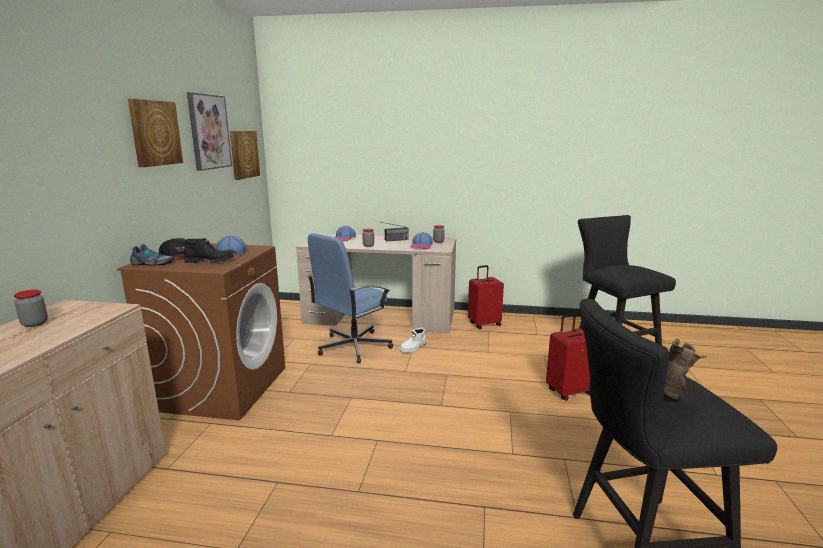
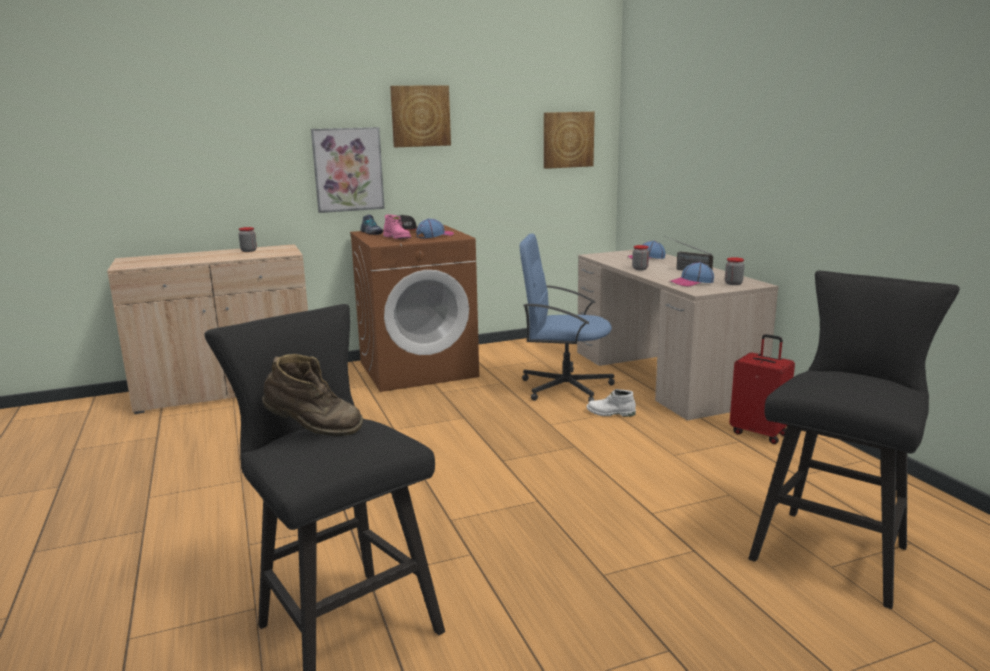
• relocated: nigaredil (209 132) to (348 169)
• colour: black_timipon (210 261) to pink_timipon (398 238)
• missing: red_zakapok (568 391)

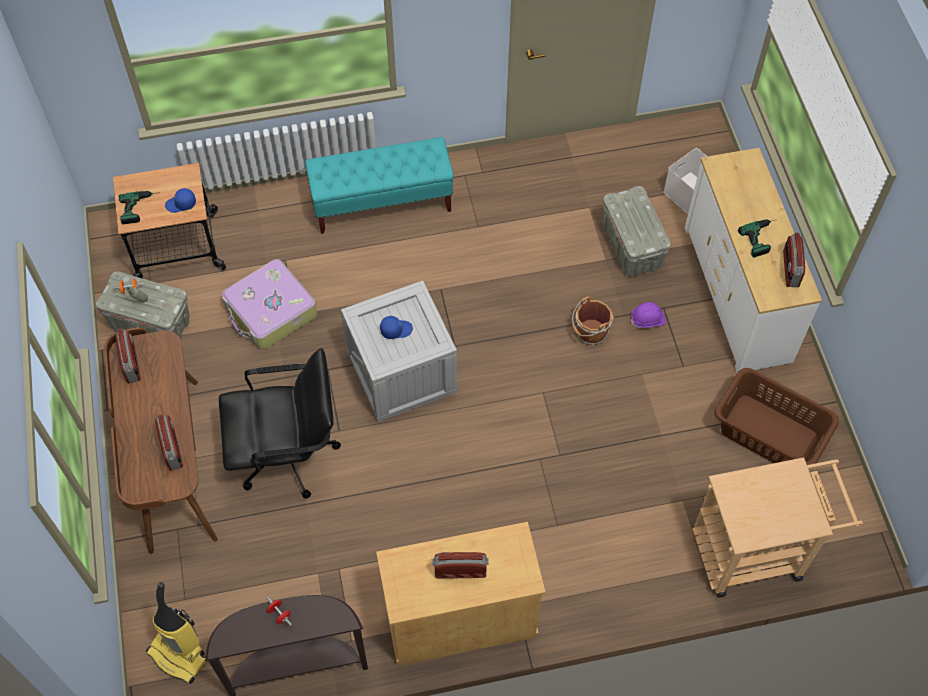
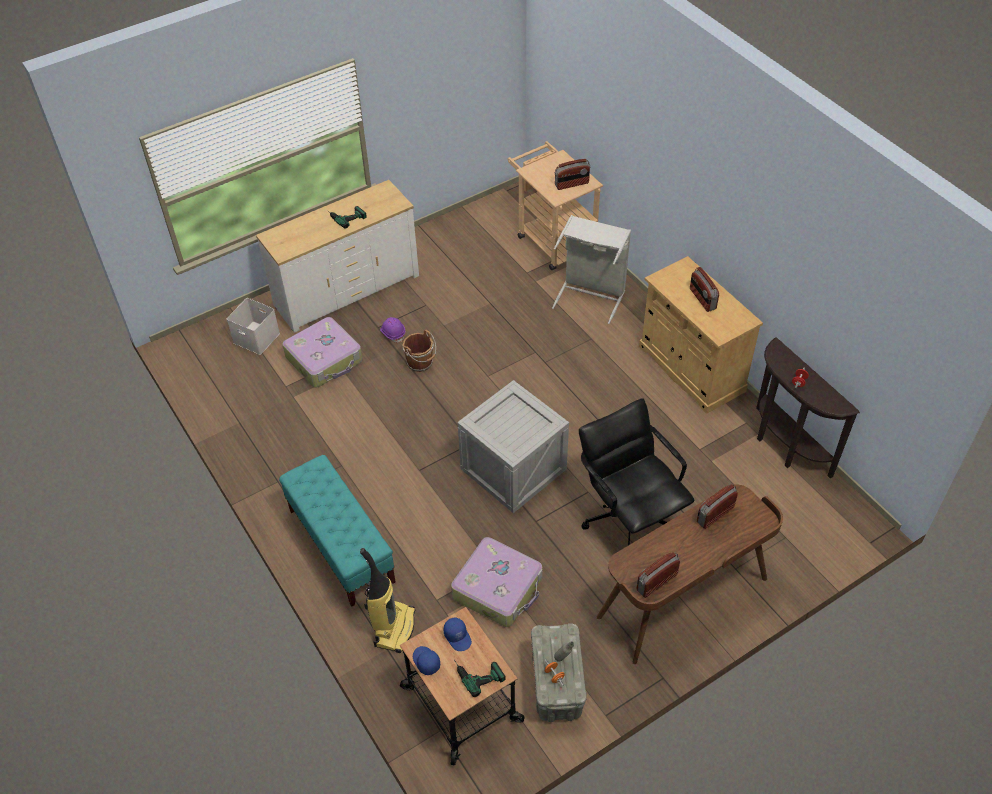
• exchanged: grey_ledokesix (632 246) to zakapok (325 359)
• relocated: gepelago (790 269) to (572 184)
• relocated: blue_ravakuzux (396 329) to (425 661)
• missing: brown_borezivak (768 434)
• relocated: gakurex (180 654) to (393 627)
• appeared: grey_borezivak (591 295)

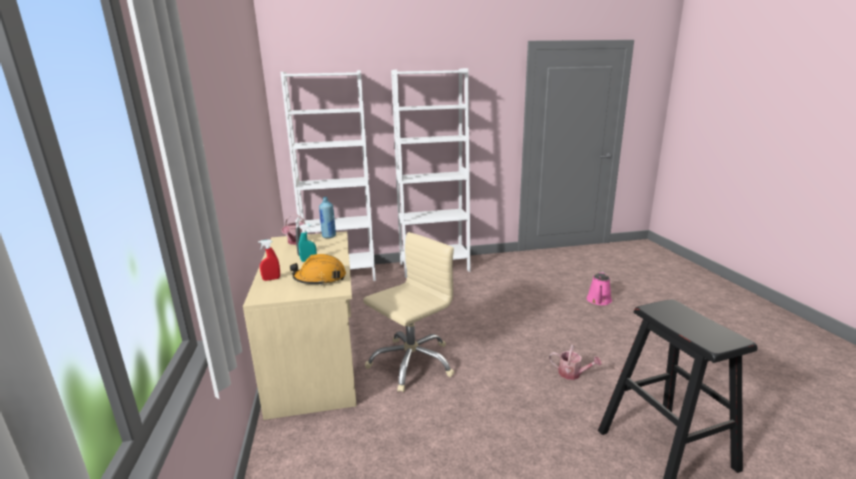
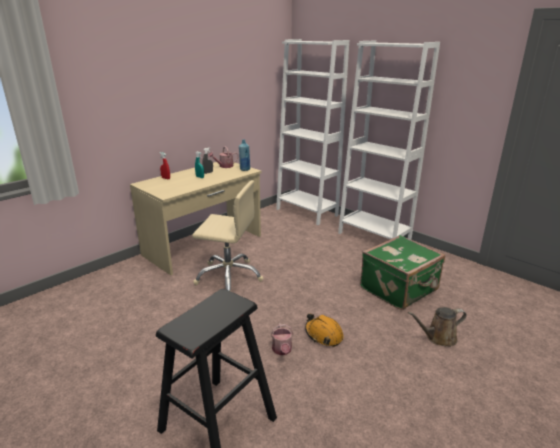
• relocated: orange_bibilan (320 278) to (323 335)
• colour: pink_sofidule (599 301) to brown_sofidule (438 338)
• appeared: green_zakapok (400 289)

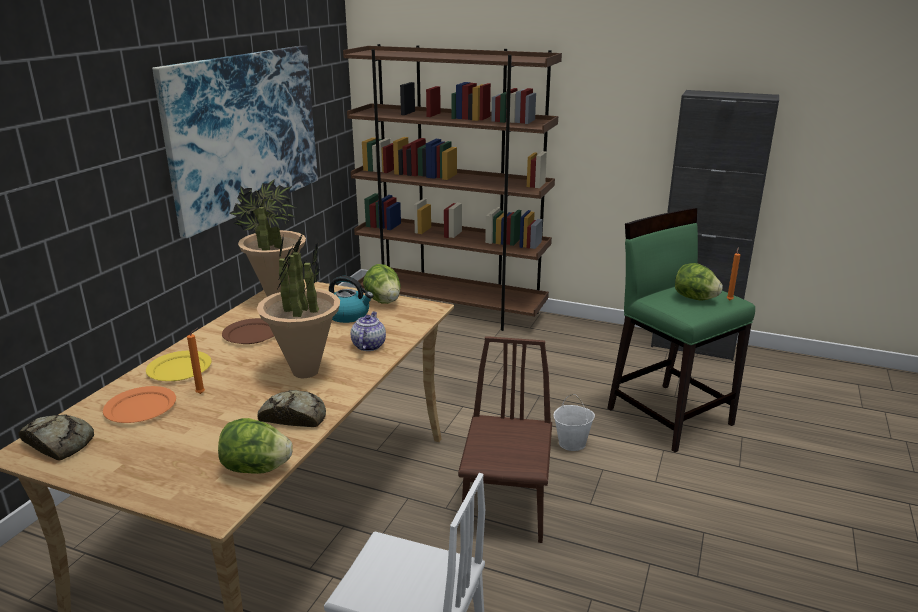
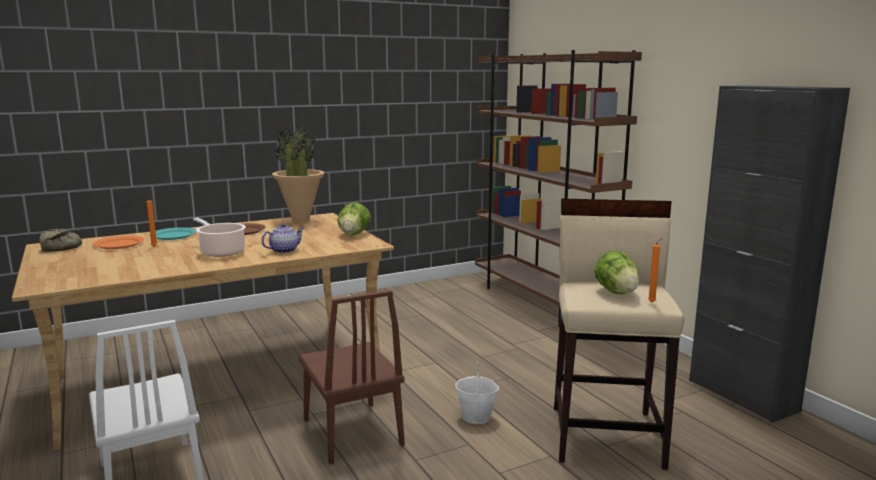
• missing: nigaredil (245 133)
• colour: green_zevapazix (669 415) to beige_zevapazix (607 435)
• exchanged: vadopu (305 371) to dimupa (221 252)
• missing: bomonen (348 315)
• spun: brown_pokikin (506 506) = (352 431) 105 degrees clockwise
• colour: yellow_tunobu (179 369) to turquoise_tunobu (173 235)
• missing: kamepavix (294 416)
• missing: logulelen (256 469)

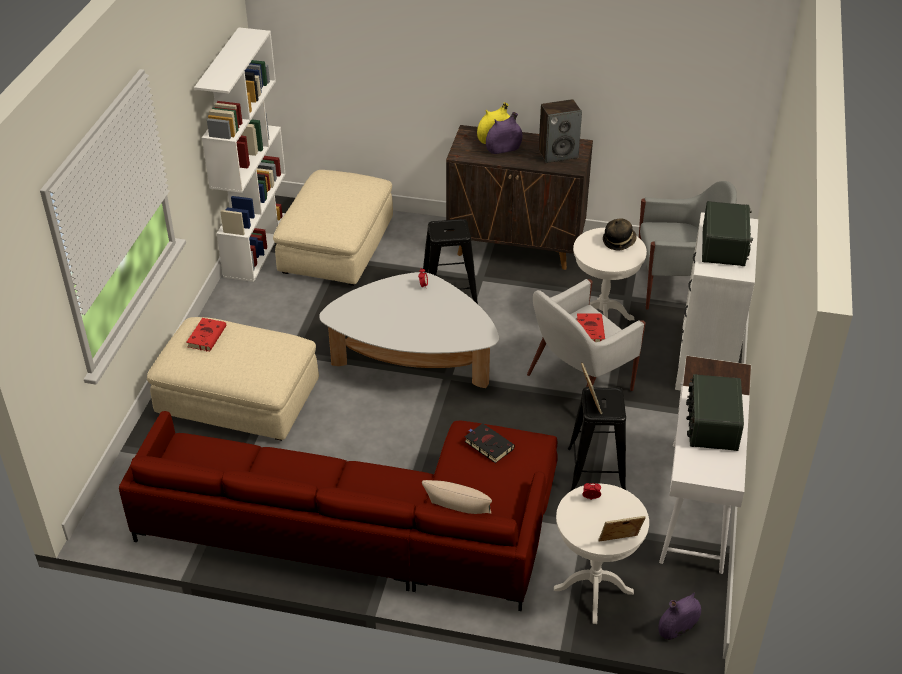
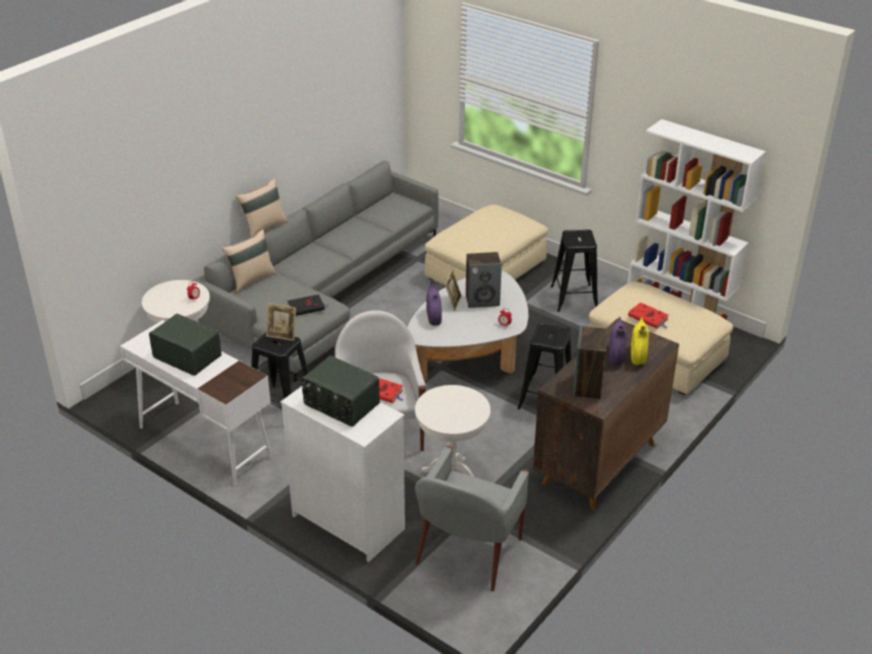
• missing: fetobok (619 241)
• relocated: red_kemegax (207 336) to (649 318)
• colour: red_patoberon (363 527) to grey_patoberon (324 292)
• relocated: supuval (619 543) to (453 302)
• relocated: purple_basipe (678 628) to (433 317)
• appeared: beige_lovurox (264 228)
• appeared: black_zevapazix (574 297)
• appeared: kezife (482 300)

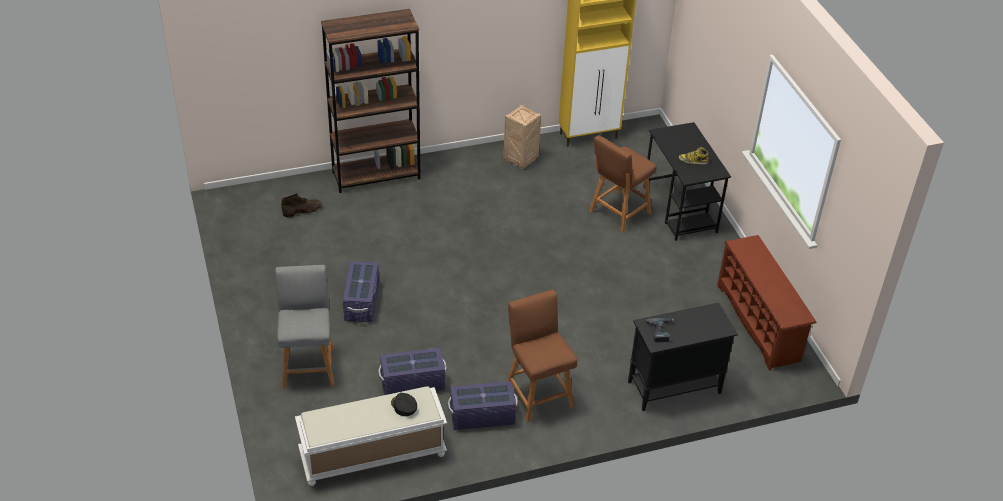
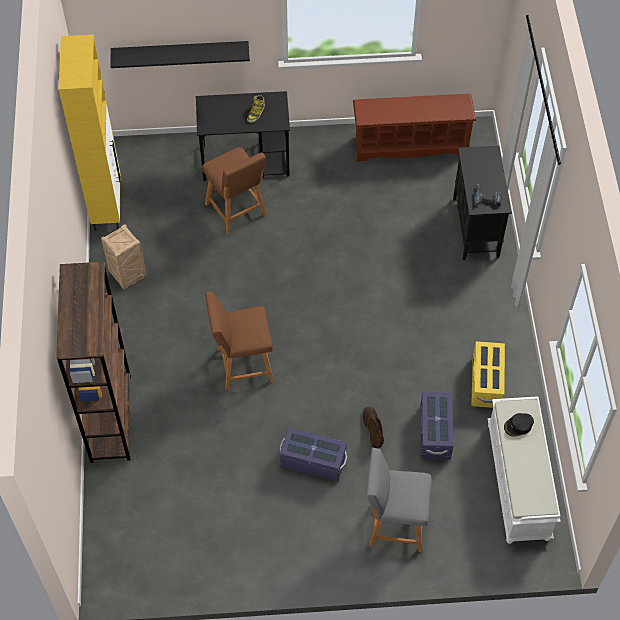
• relocated: brown_timipon (302 210) to (372 428)
• relocated: brown_zevapazix (537 394) to (242 365)
• colour: purple_ledokesix (482 416) to yellow_ledokesix (486 382)
• appeared: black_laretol (180 53)

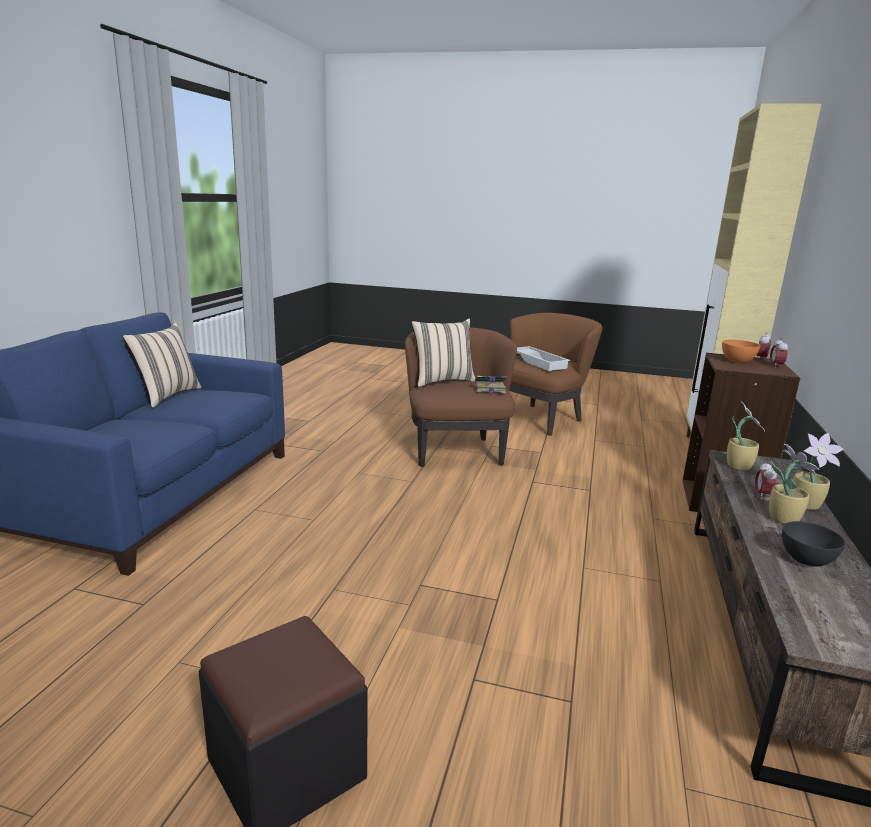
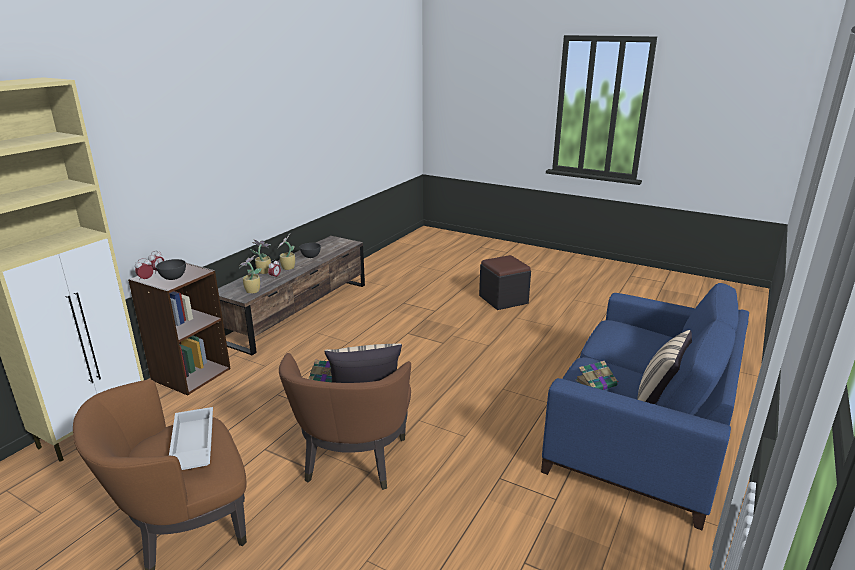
• colour: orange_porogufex (737 361) to grey_porogufex (173 277)
• appeared: kemegax (596 383)

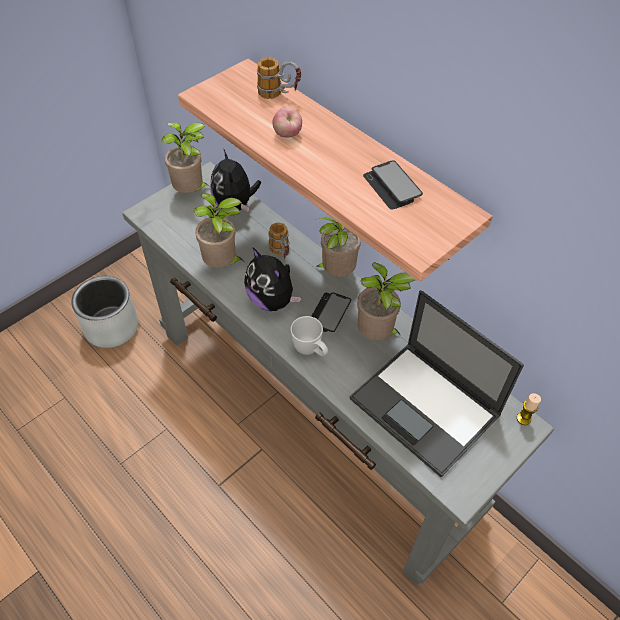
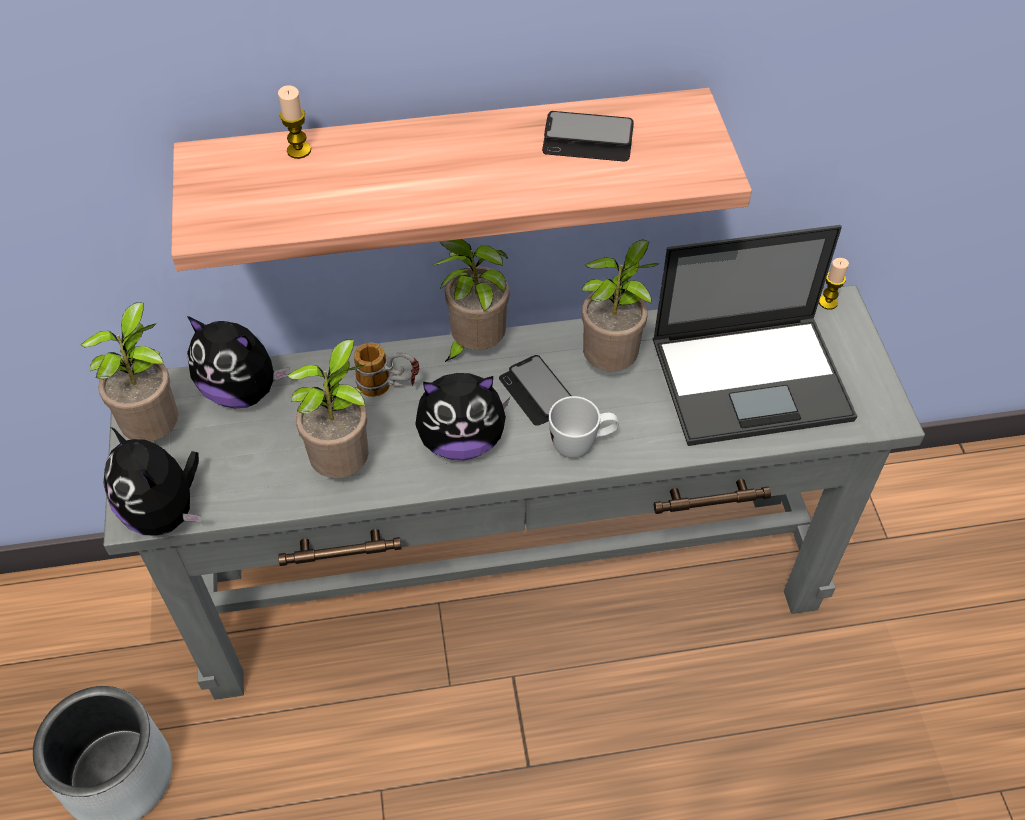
• exchanged: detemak (279 95) to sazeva (299 150)
• missing: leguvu (287 135)
• appeared: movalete (165 513)

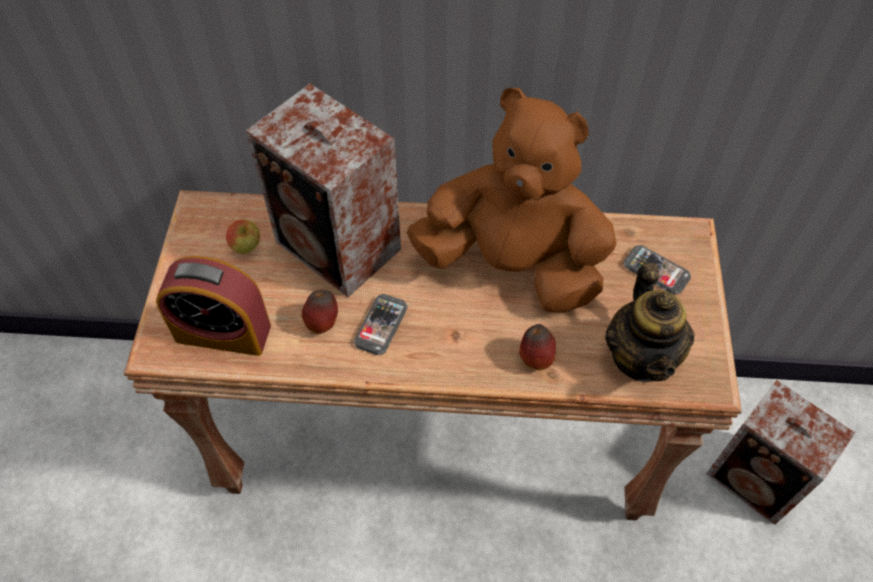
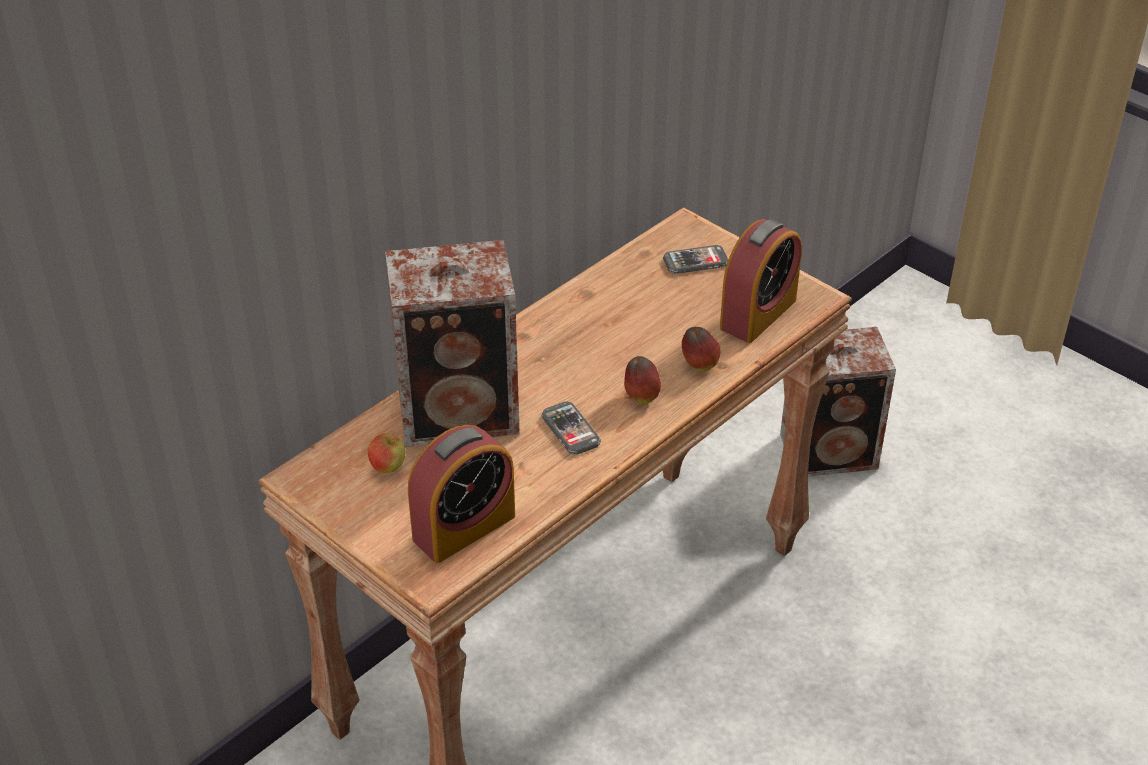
• missing: brown_movalete (512 265)
• exchanged: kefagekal (641 357) to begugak (758 314)
• relocated: leguvu (323 323) to (641 397)

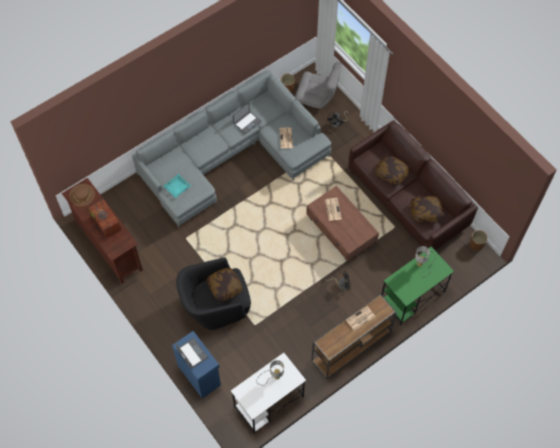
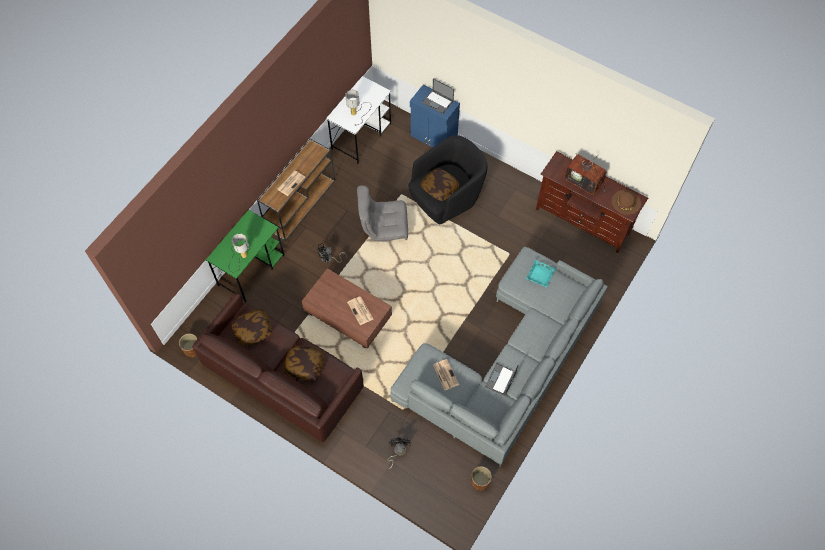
• relocated: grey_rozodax (317 97) to (383 227)

